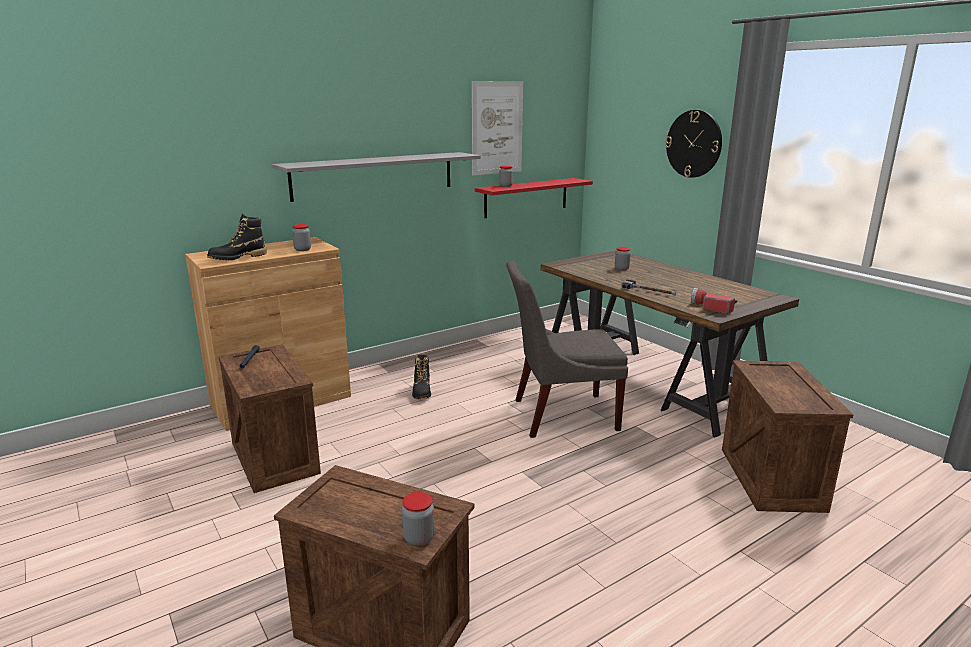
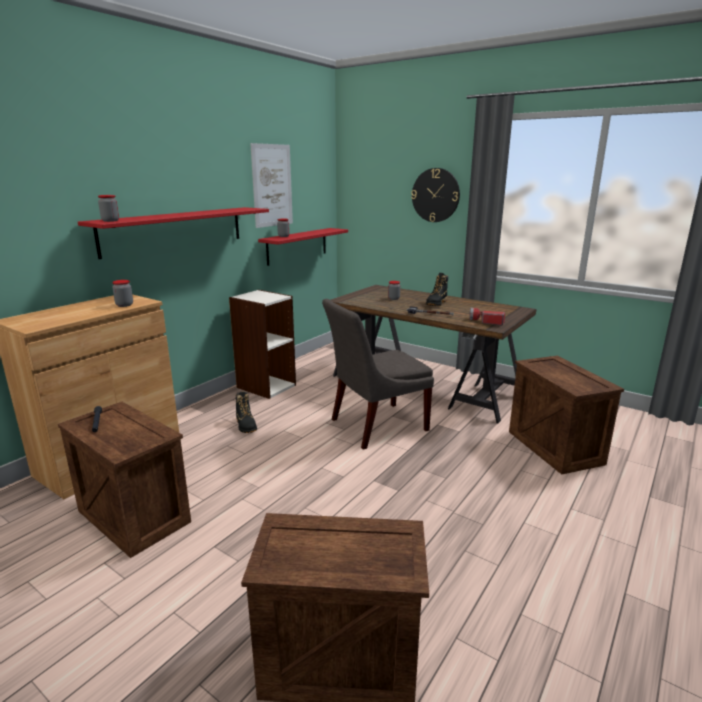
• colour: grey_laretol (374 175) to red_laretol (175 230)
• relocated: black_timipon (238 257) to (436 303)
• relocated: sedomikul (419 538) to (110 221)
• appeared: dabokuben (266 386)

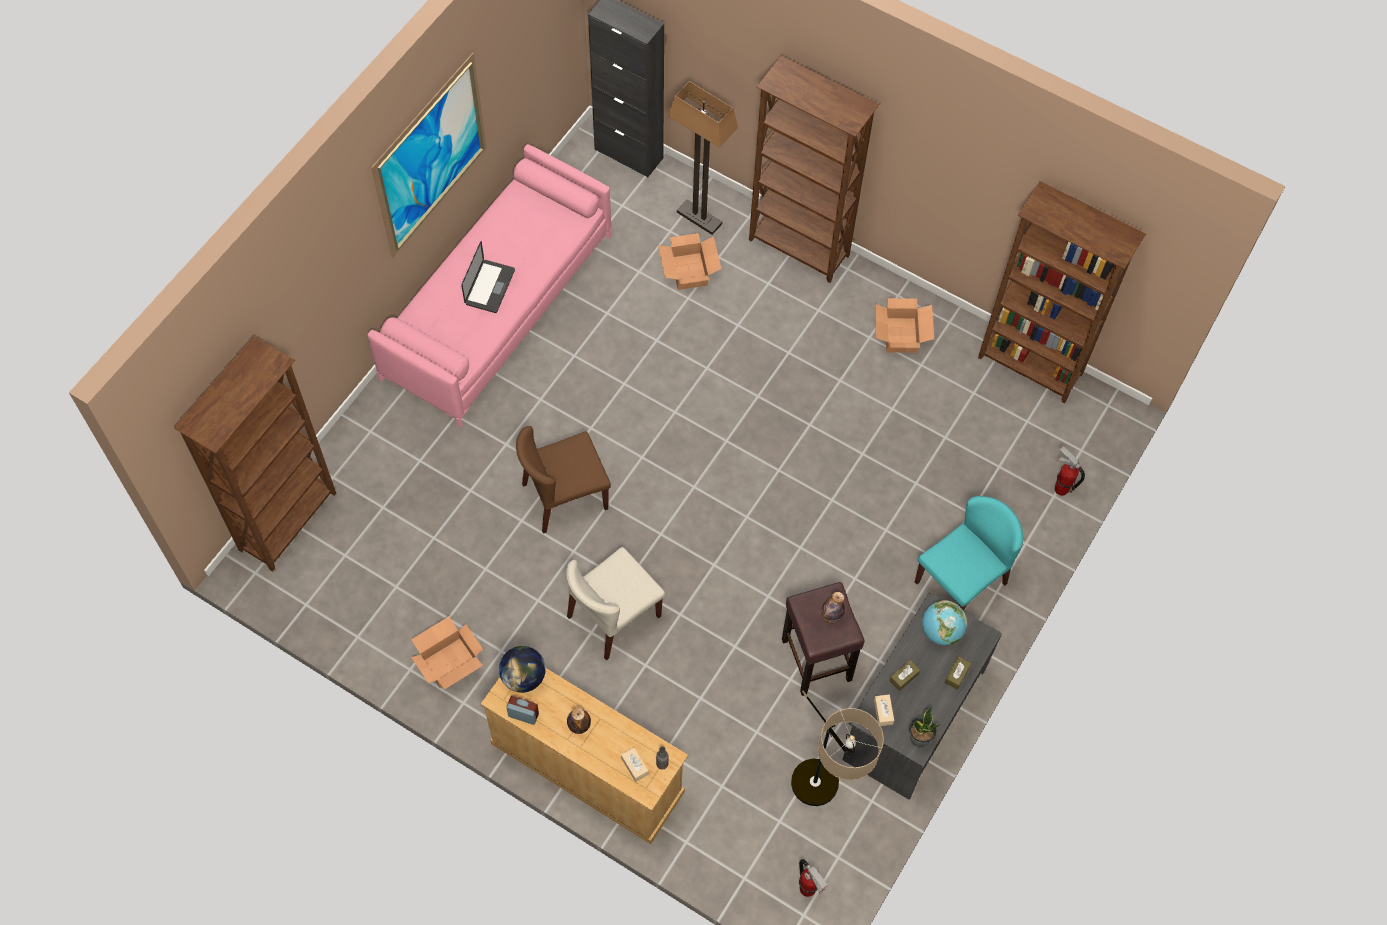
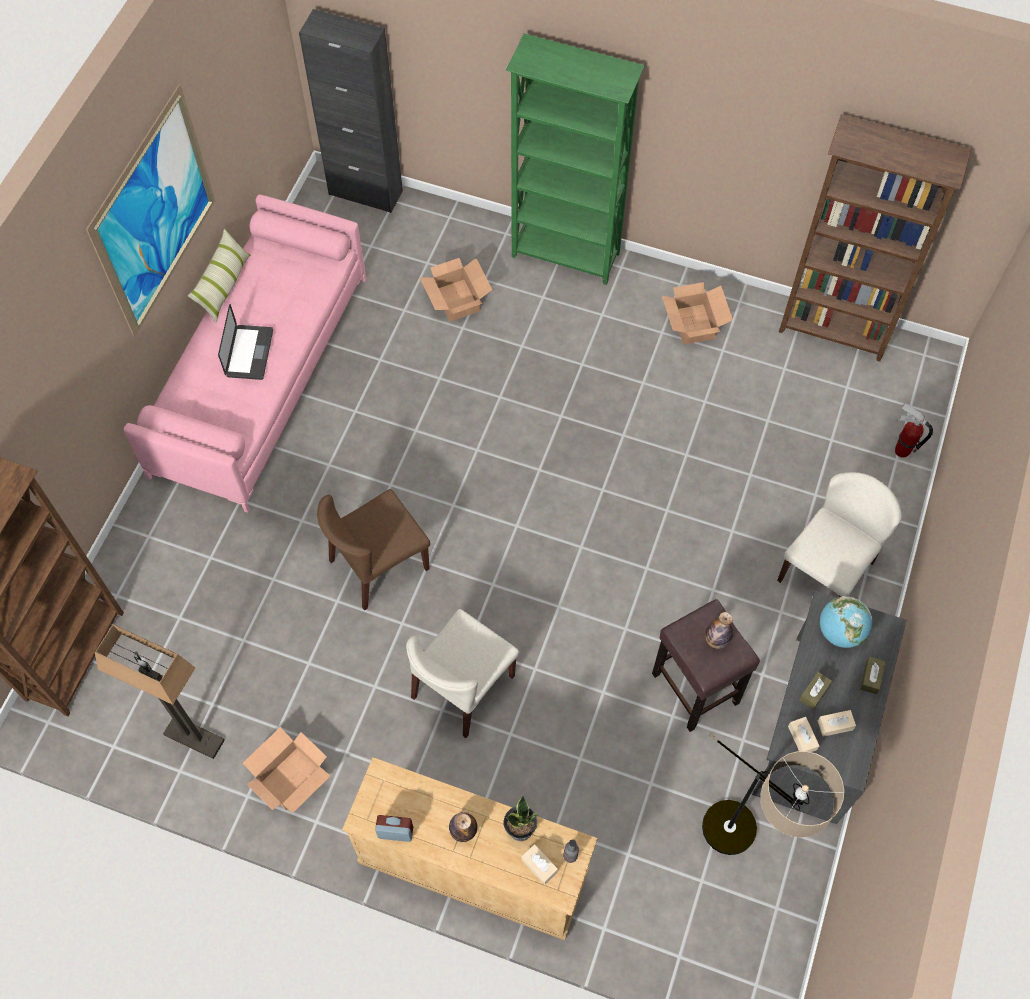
• colour: brown_dabokuben (799 249) to green_dabokuben (566 256)
• relocated: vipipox (698 218) to (193 737)
• colour: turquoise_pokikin (960 582) to beige_pokikin (825 570)
• missing: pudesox (523 677)
• relocated: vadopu (919 738) to (520 829)
• missing: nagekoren (807 890)
• appeared: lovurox (224 286)
• appeared: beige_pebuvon (835 725)

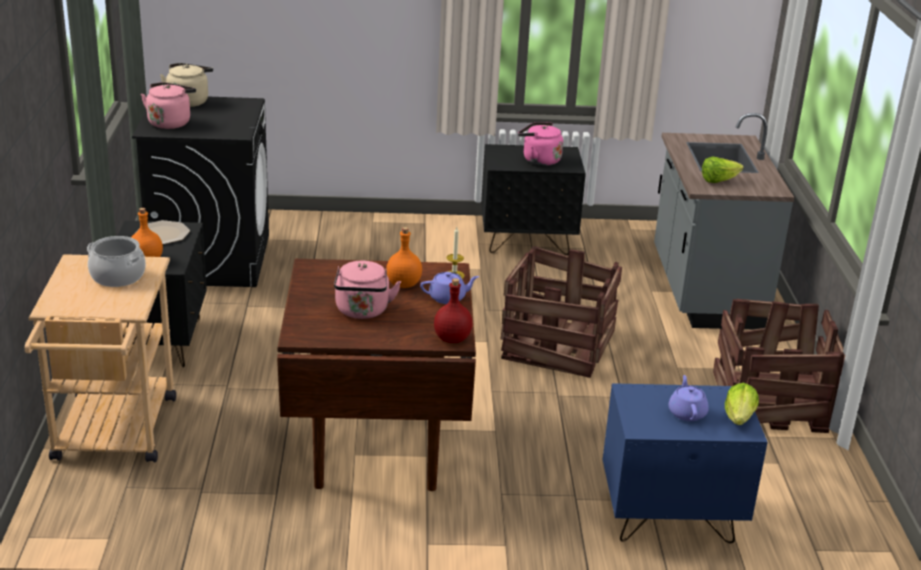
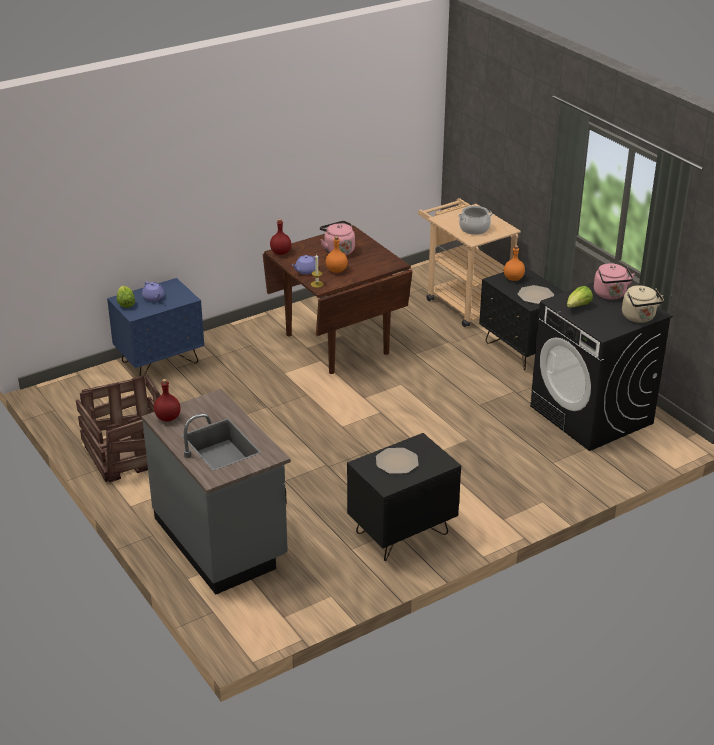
• exchanged: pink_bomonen (539 160) to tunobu (397 462)
• relocated: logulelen (718 181) to (578 307)
• missing: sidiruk (557 347)
• appeared: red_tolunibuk (168 418)

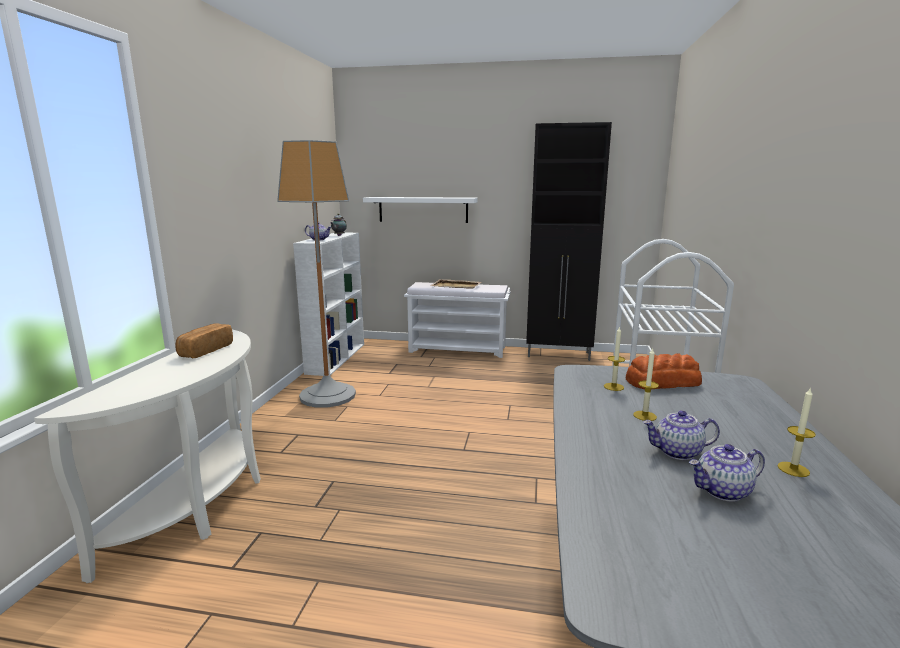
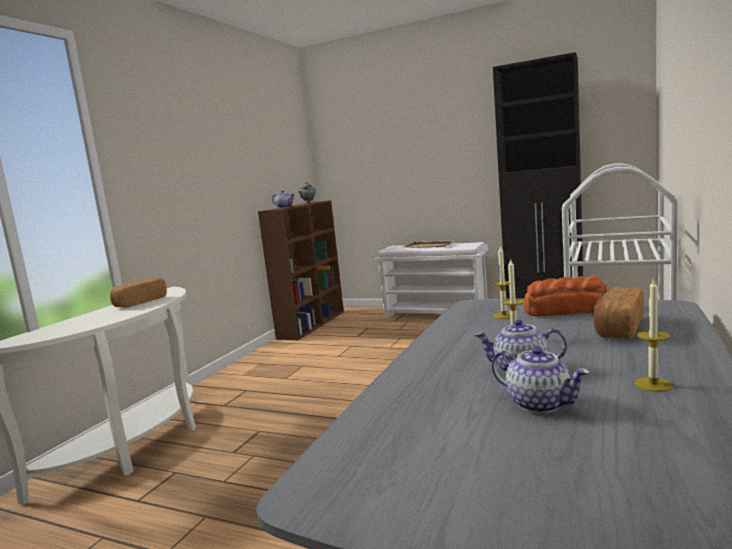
• missing: vipipox (328 396)
• missing: white_laretol (423 209)
• colour: white_dabokuben (336 358) to brown_dabokuben (312 324)
• spun: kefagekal (723 491) = (540 404) 135 degrees counterclockwise
• appeared: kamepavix (618 328)

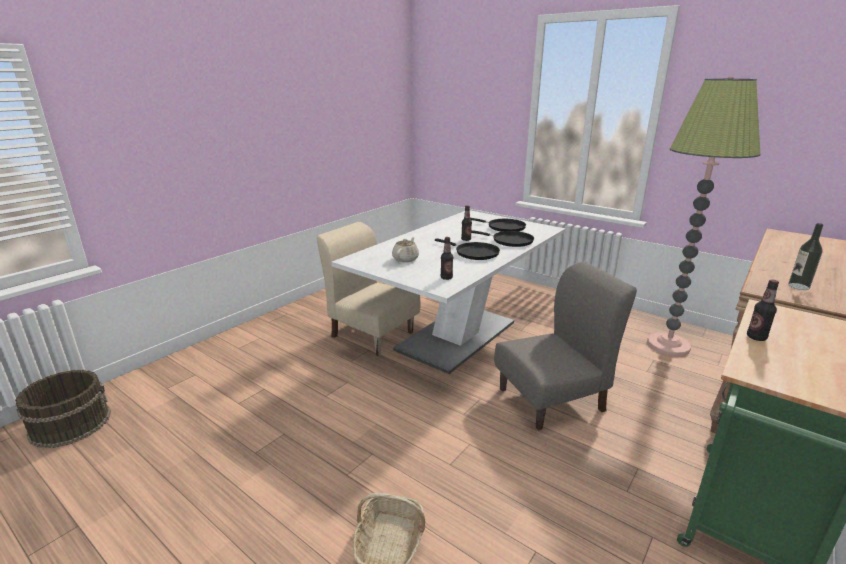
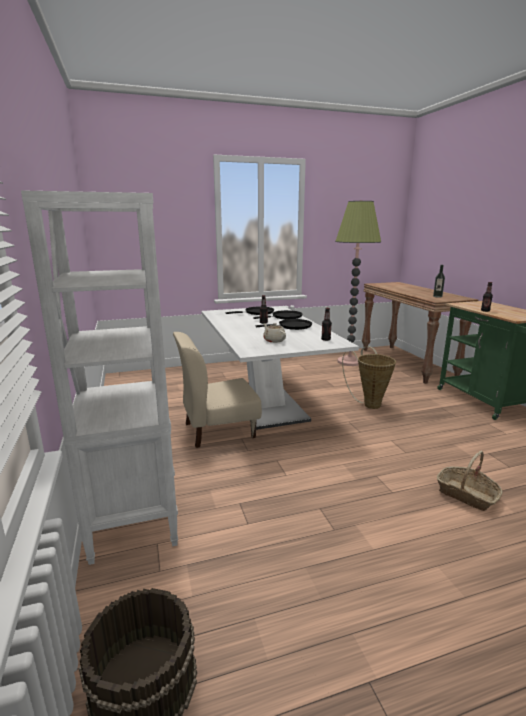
• exchanged: grey_pokikin (552 399) to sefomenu (369 404)
• appeared: white_dabokuben (133 517)

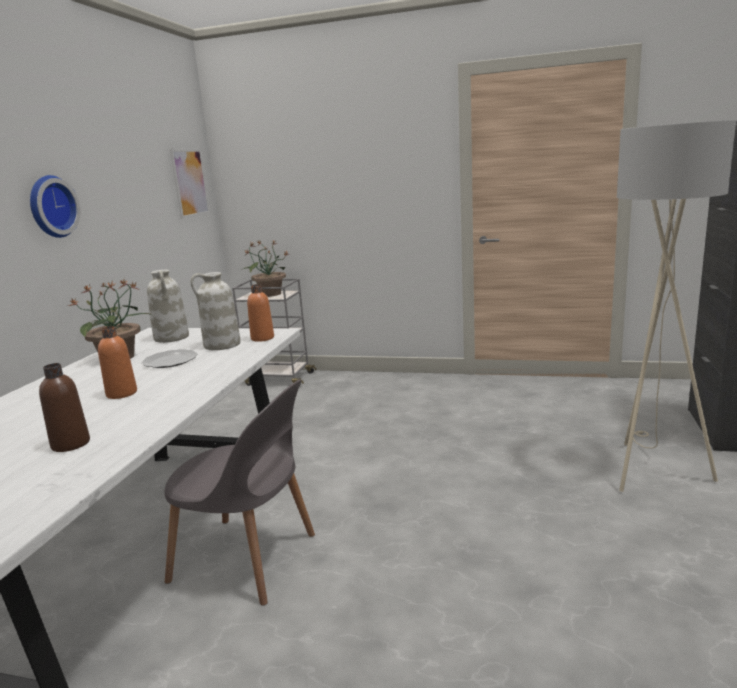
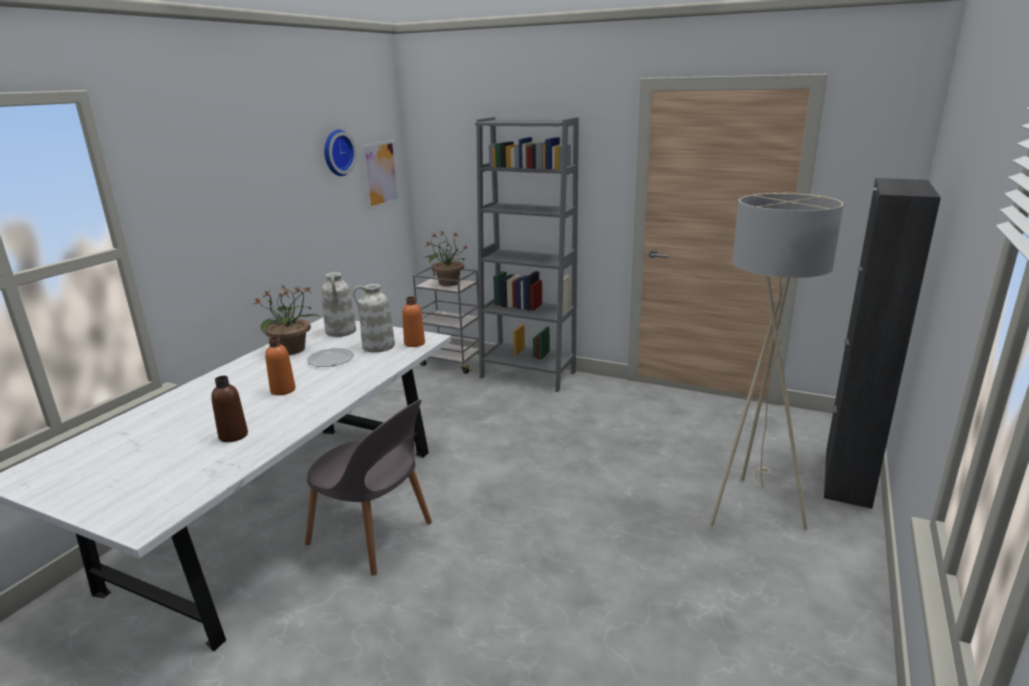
• relocated: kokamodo (50 207) to (336 153)
• appeared: grey_dabokuben (527 375)

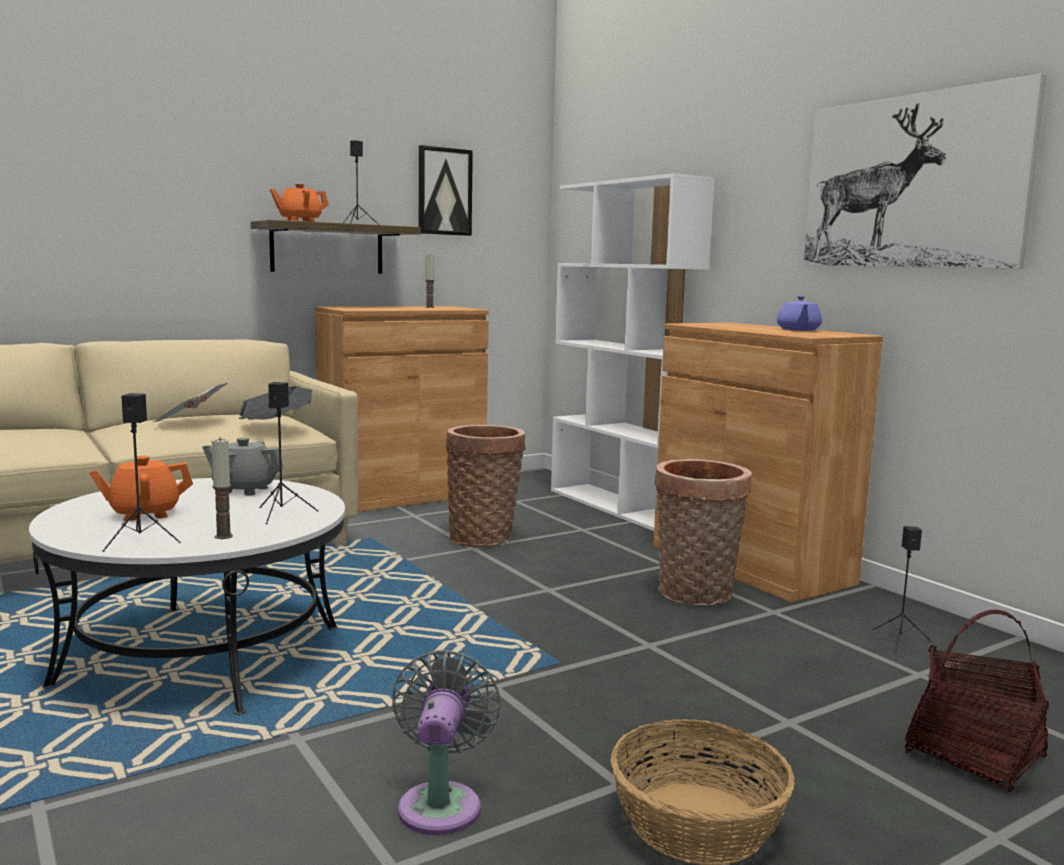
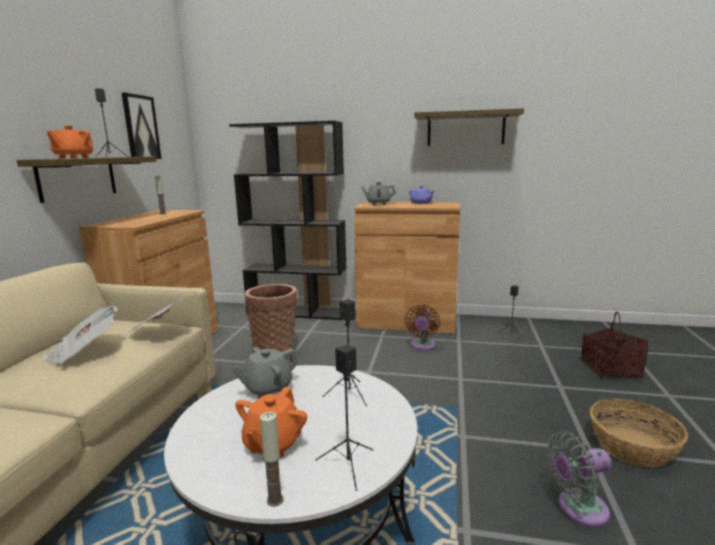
• exchanged: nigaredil (912 182) to laretol (465 129)
• colour: white_dabokuben (619 507) to black_dabokuben (298 312)
• relocated: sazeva (223 536) to (275 500)
• exchanged: sefomenu (695 595) to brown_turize (422 346)
• spun: grey_turize (441 803) = (578 509) 60 degrees counterclockwise
• appeared: grey_kefagekal (378 204)

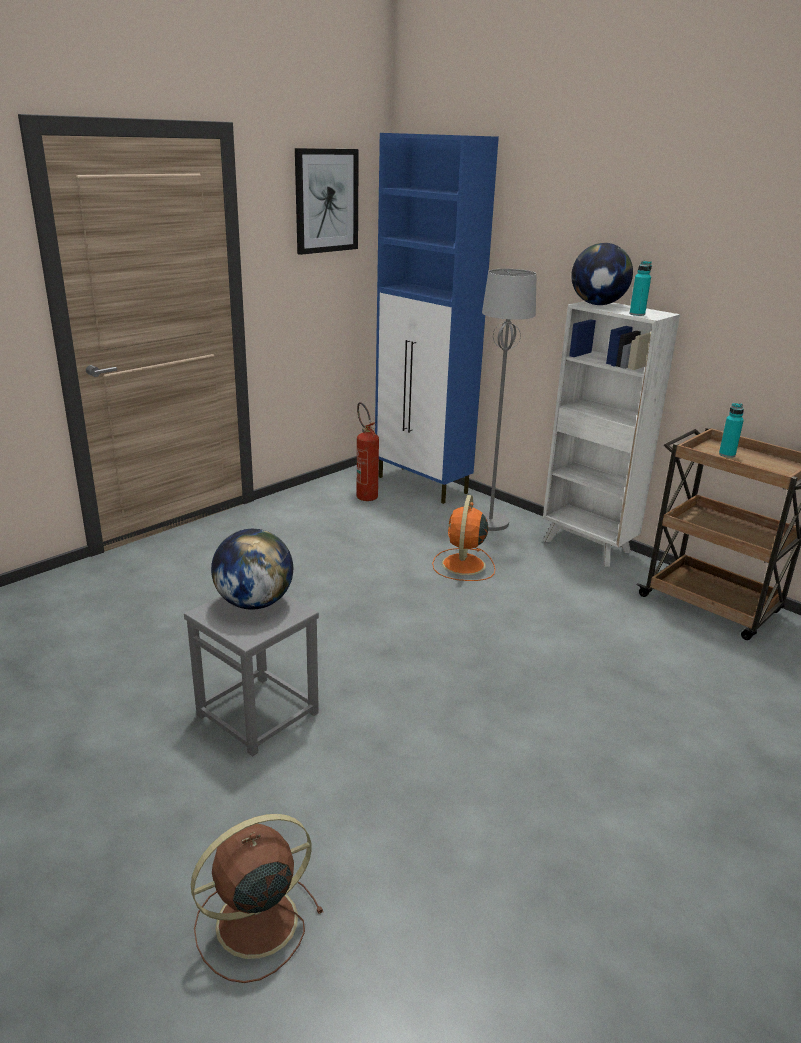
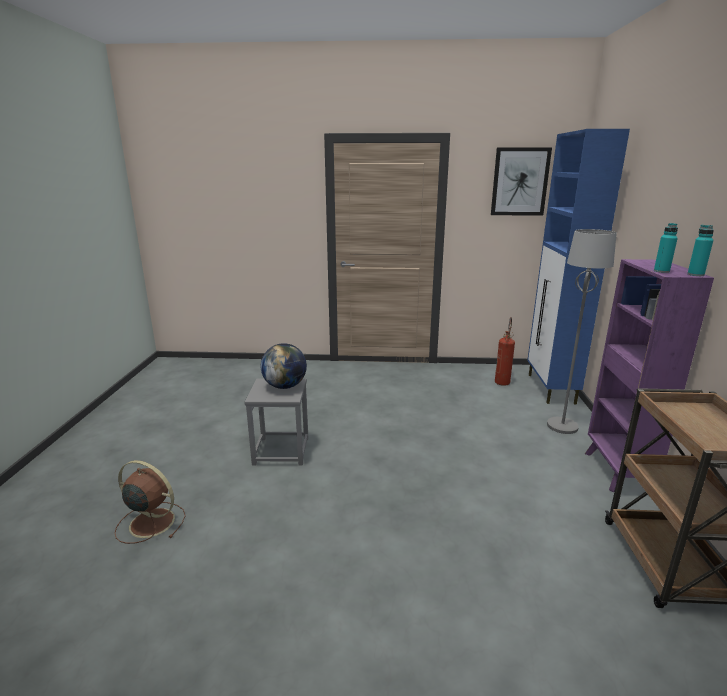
• missing: pudesox (598 304)
• colour: white_dabokuben (588 547) to purple_dabokuben (617 472)
• relocated: turquoise_tolunibuk (727 454) to (695 274)
• missing: orange_turize (463 565)

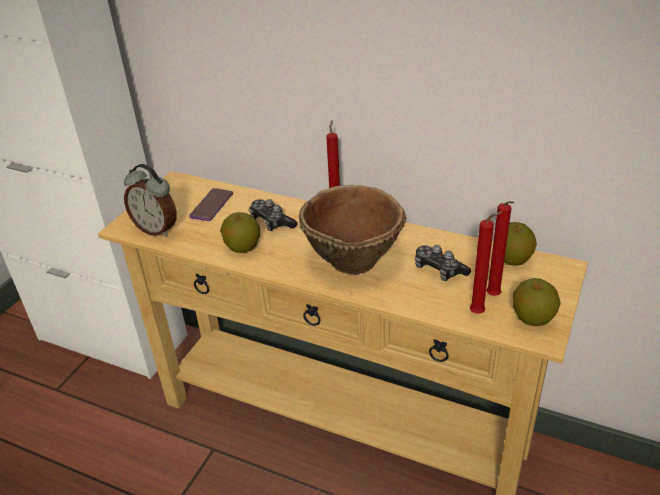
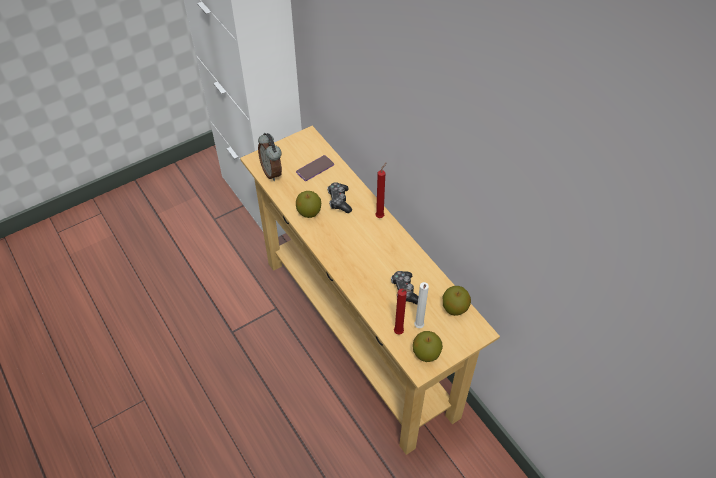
• missing: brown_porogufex (352 258)
• colour: red_sazeva (494 297) to white_sazeva (418 327)

